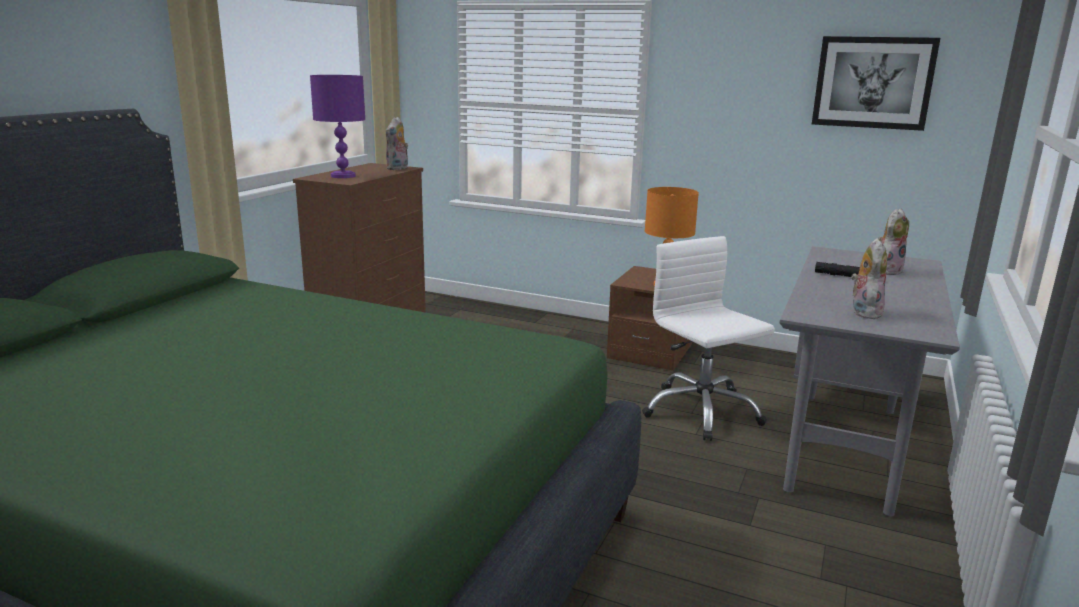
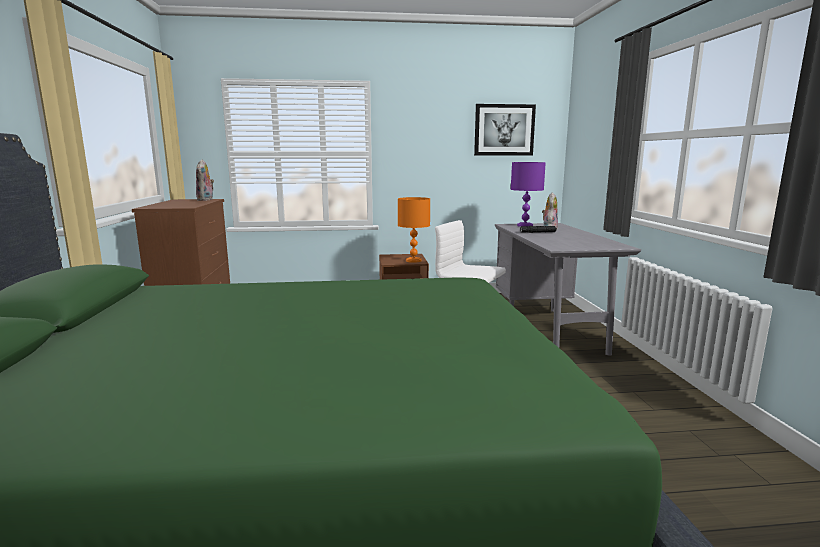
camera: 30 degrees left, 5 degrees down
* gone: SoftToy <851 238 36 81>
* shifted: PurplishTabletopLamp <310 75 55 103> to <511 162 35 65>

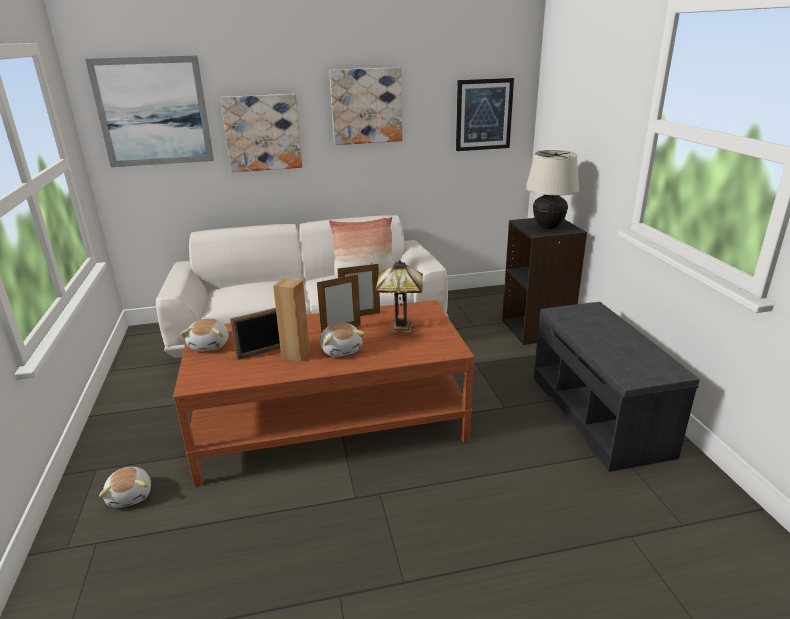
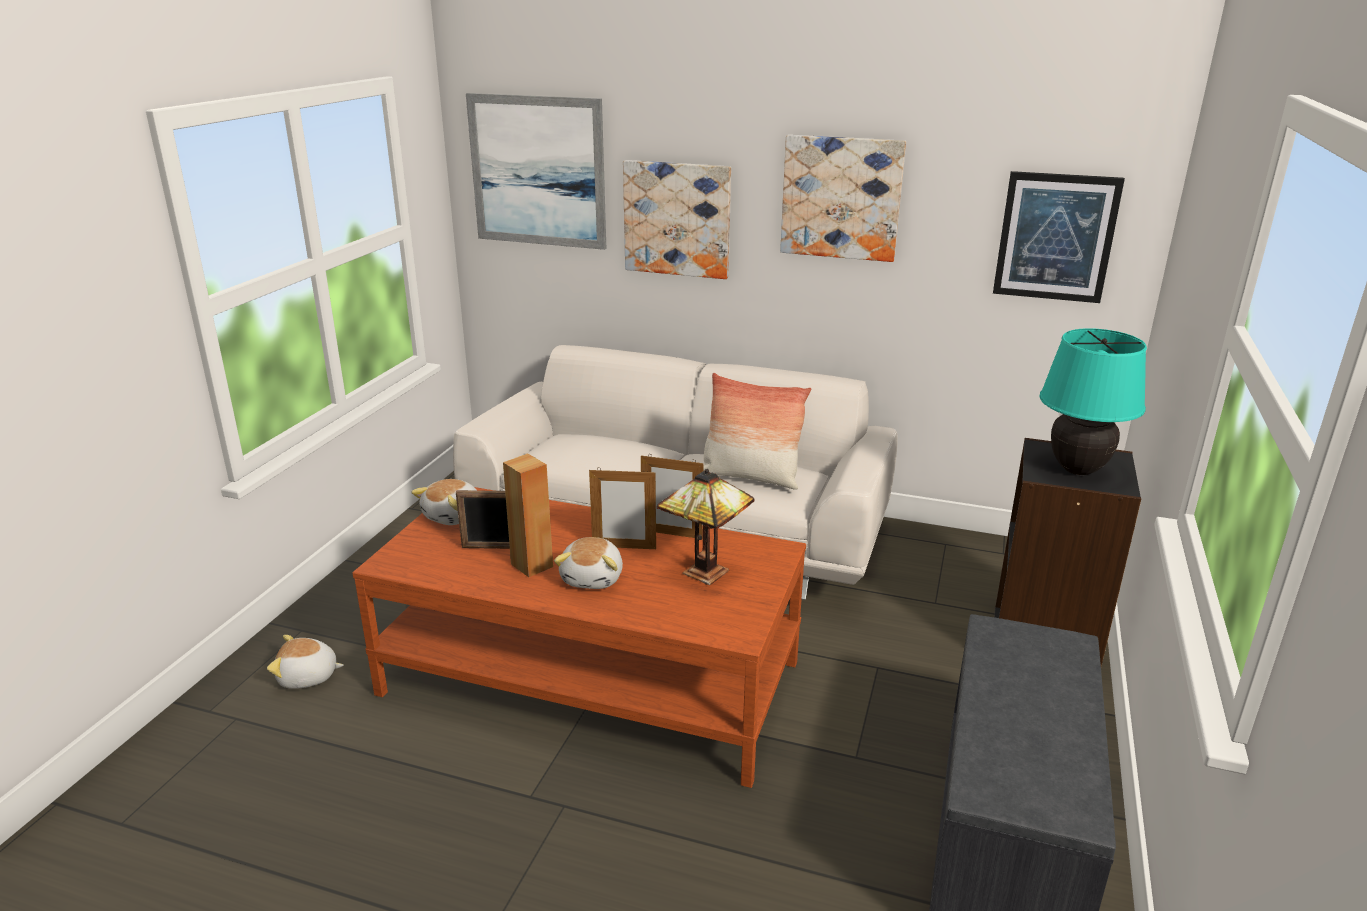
camera: 30 degrees right, 0 degrees up
* repainted: BeigeColouredTabletopLamp <525 150 55 79> to BlueGreenTabletopLamp <1040 328 107 147>
* rotated: SoftToy <99 467 52 41> = <267 635 77 54> 75 degrees clockwise

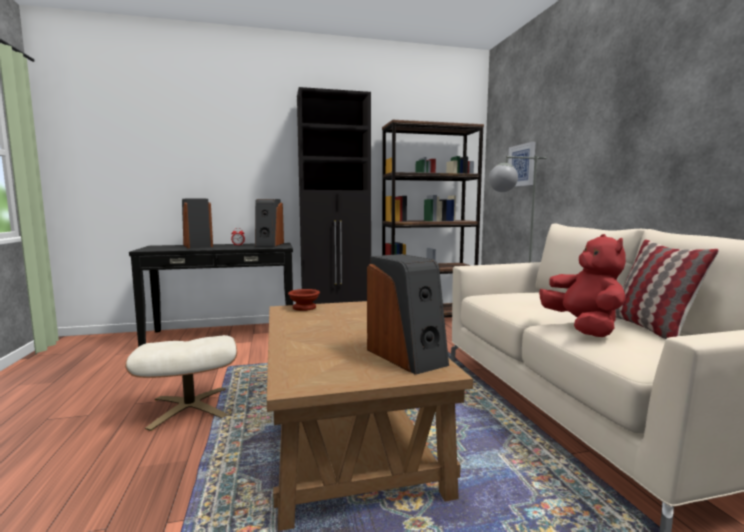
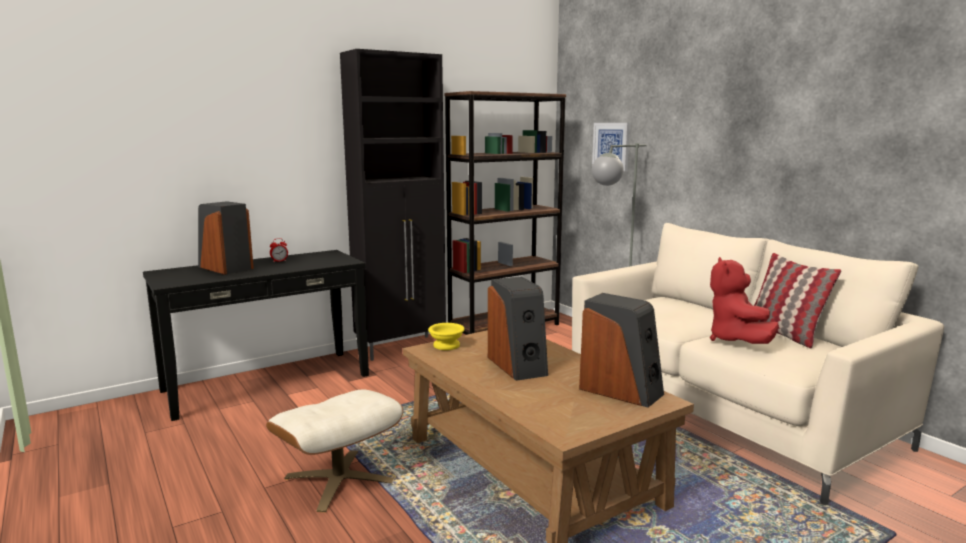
camera: 20 degrees left, 5 degrees up
* shifted: AudioSpeaker <255 199 29 48> to <488 277 60 104>
* repainted: BrownDeepDish <288 289 32 22> to YellowDeepDish <428 323 37 27>
* rotated: ReddishSoftToy <539 234 87 103> = <710 257 69 87> 150 degrees counterclockwise

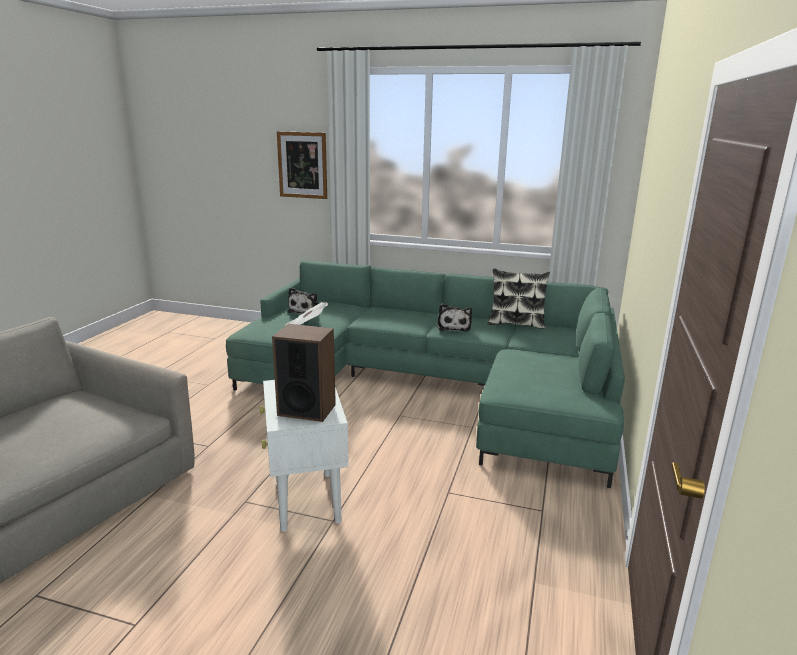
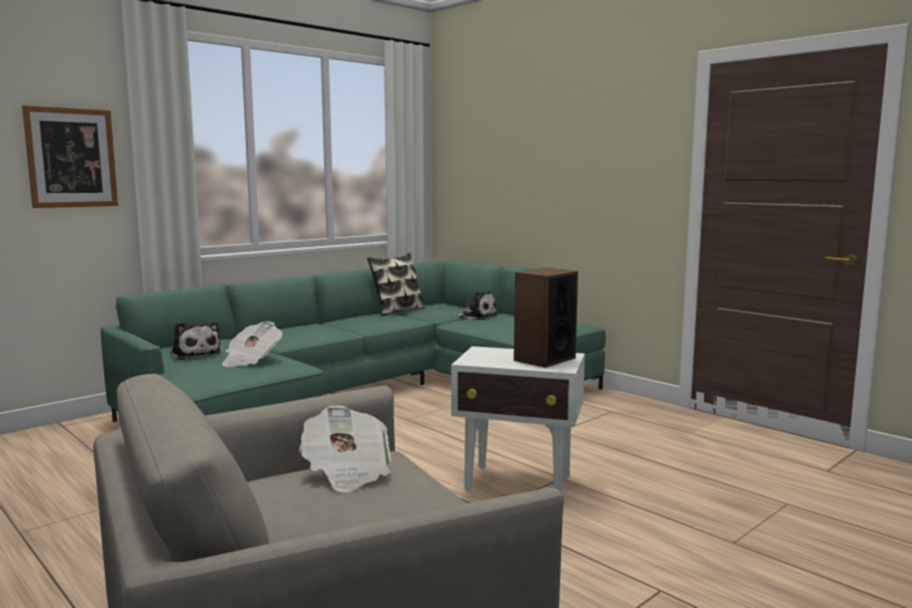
camera: 60 degrees left, 10 degrees down
* new: Newspaper <299 405 92 88>
* shifted: SoftToy <437 304 35 28> to <454 291 43 29>

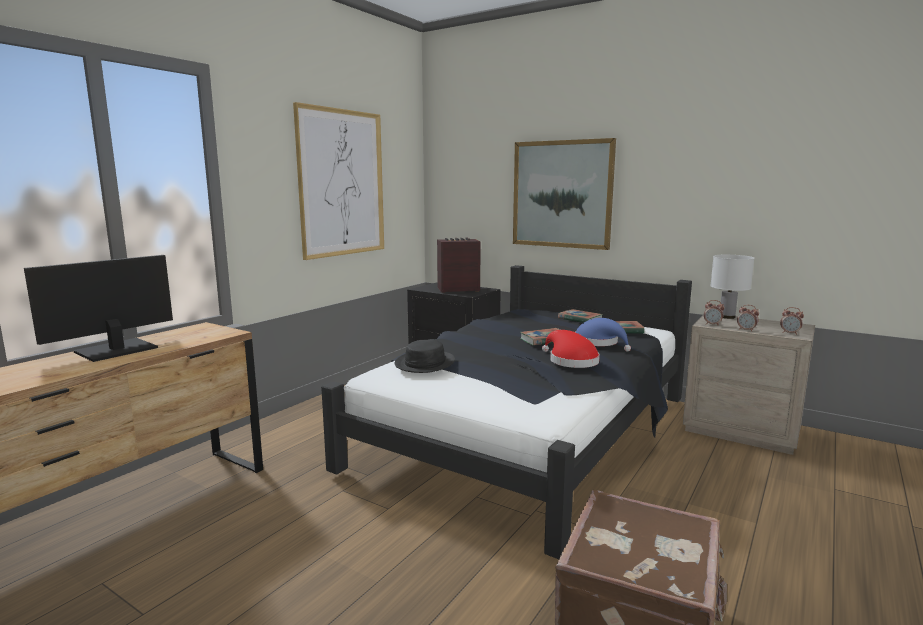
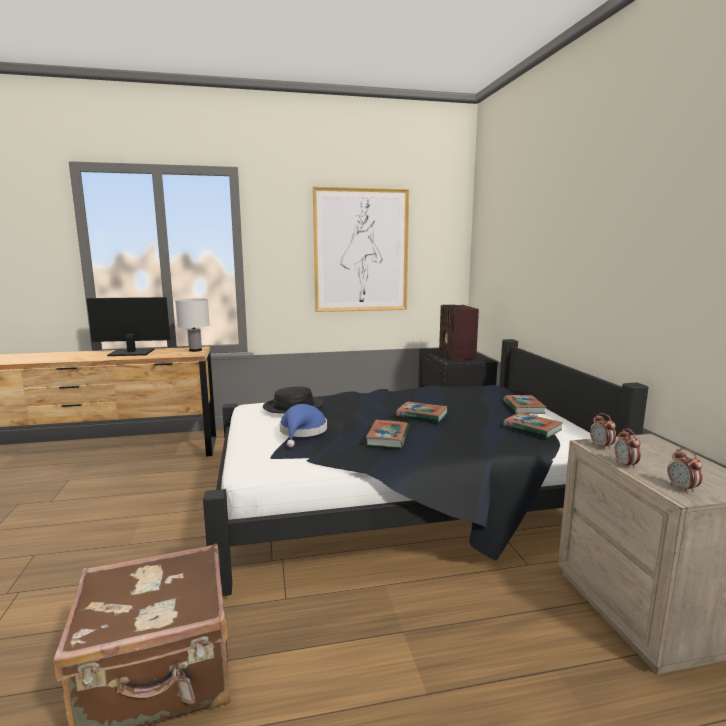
camera: 45 degrees right, 0 degrees up
* gone: WallArt <513 138 103 112>
* shifted: BlueColouredClothingHat <575 318 56 33> to <280 404 47 43>
* shifted: WhiteColouredTabletopLamp <710 255 45 64> to <175 298 35 54>
* swapped: ReddishClothingHat <542 330 58 38> to Book <366 420 43 28>
* rotated: RadioReceiver <437 238 44 55> = <439 305 40 55> 135 degrees counterclockwise

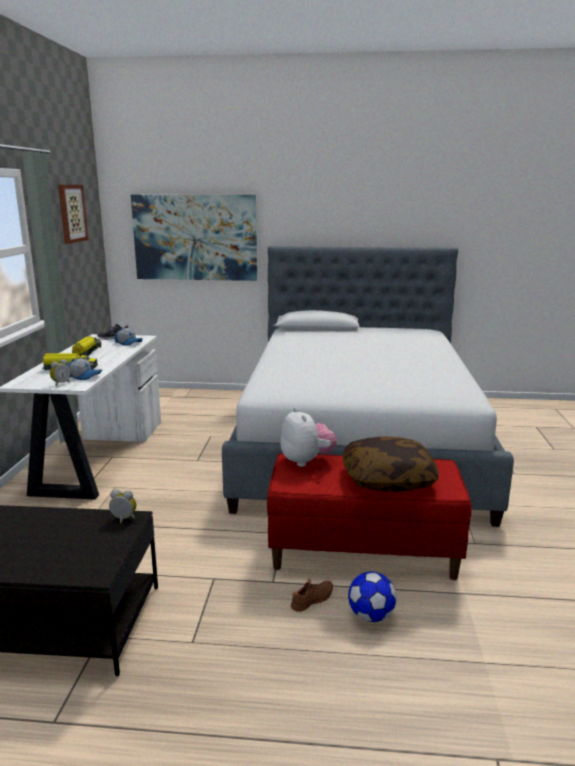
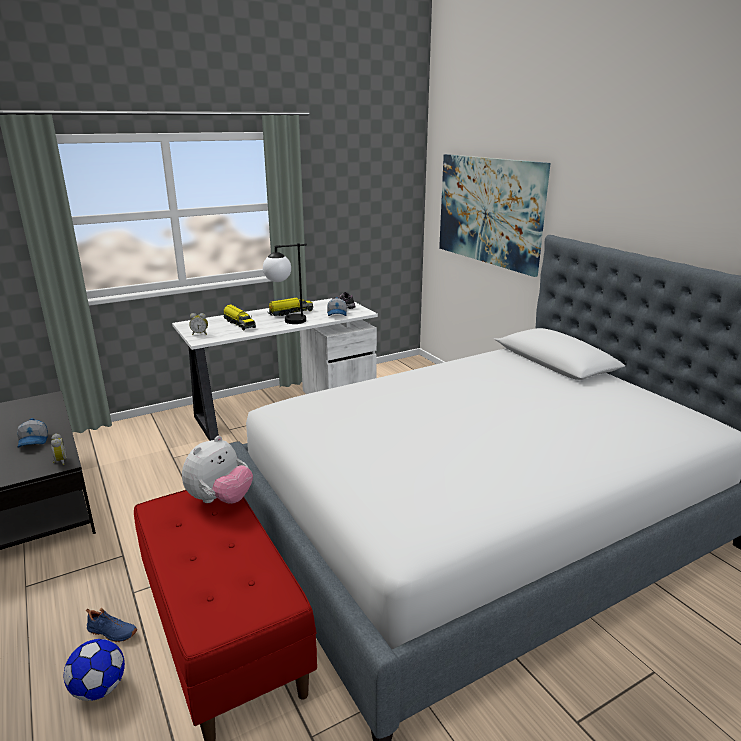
camera: 55 degrees right, 5 degrees up
* gone: WallArt <58 185 31 59>
* gone: Pillow <343 436 96 56>
* new: TabletopLamp <263 243 44 81>
* shifted: Cap <67 358 35 22> to <17 418 31 30>
* repainted: BrownItemOfFootwear <291 579 42 33> to BlueColouredItemOfFootwear <86 608 51 34>

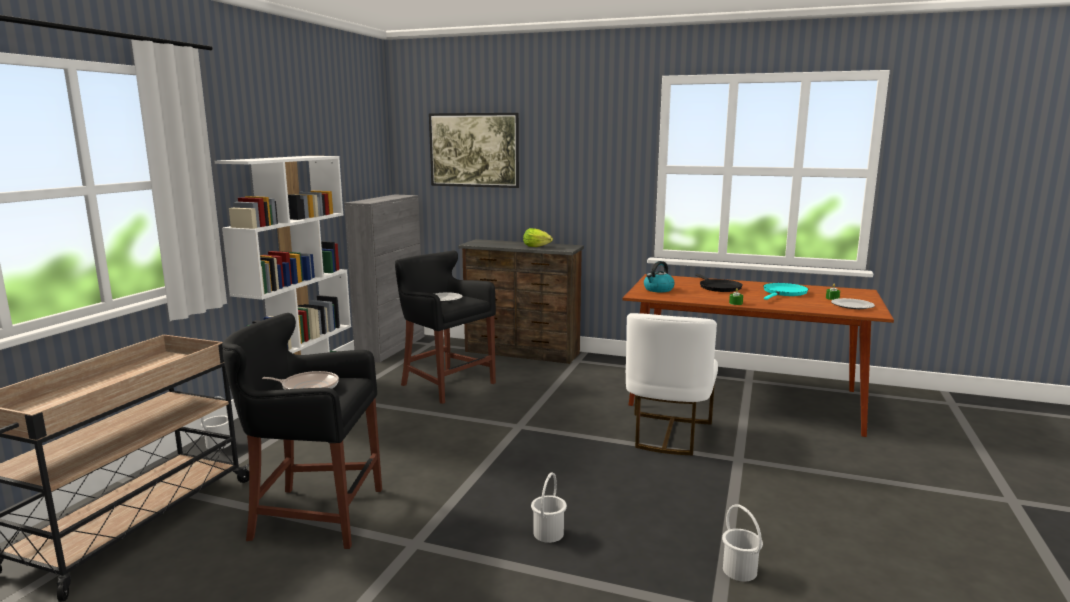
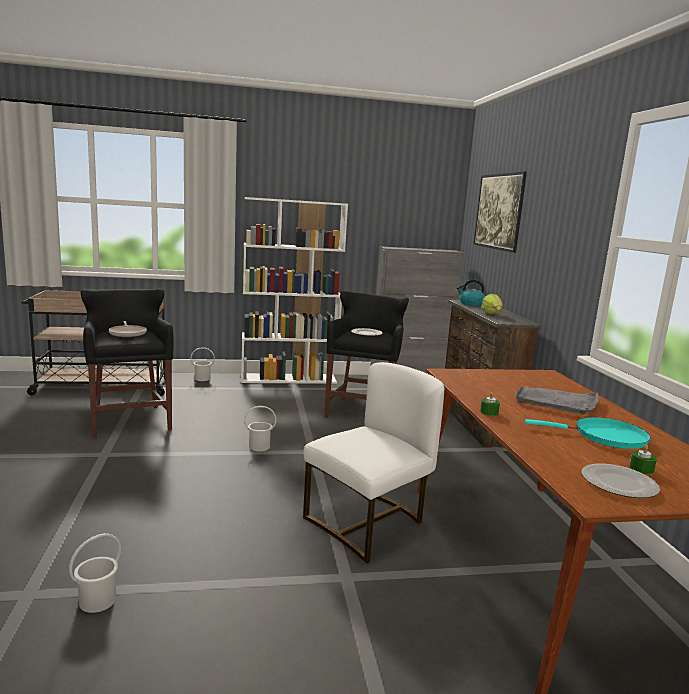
camera: 60 degrees right, 0 degrees up
* shifted: WhiteColouredPail <531 473 36 70> to <244 406 32 45>
* shifted: WaterKettle <644 261 31 31> to <457 280 28 26>
* swapped: BlackColouredSkillet <695 274 48 18> to GreyishTray <514 386 84 29>
* rotated: WhiteColouredChair <626 313 92 142> = <303 362 141 201> 150 degrees clockwise

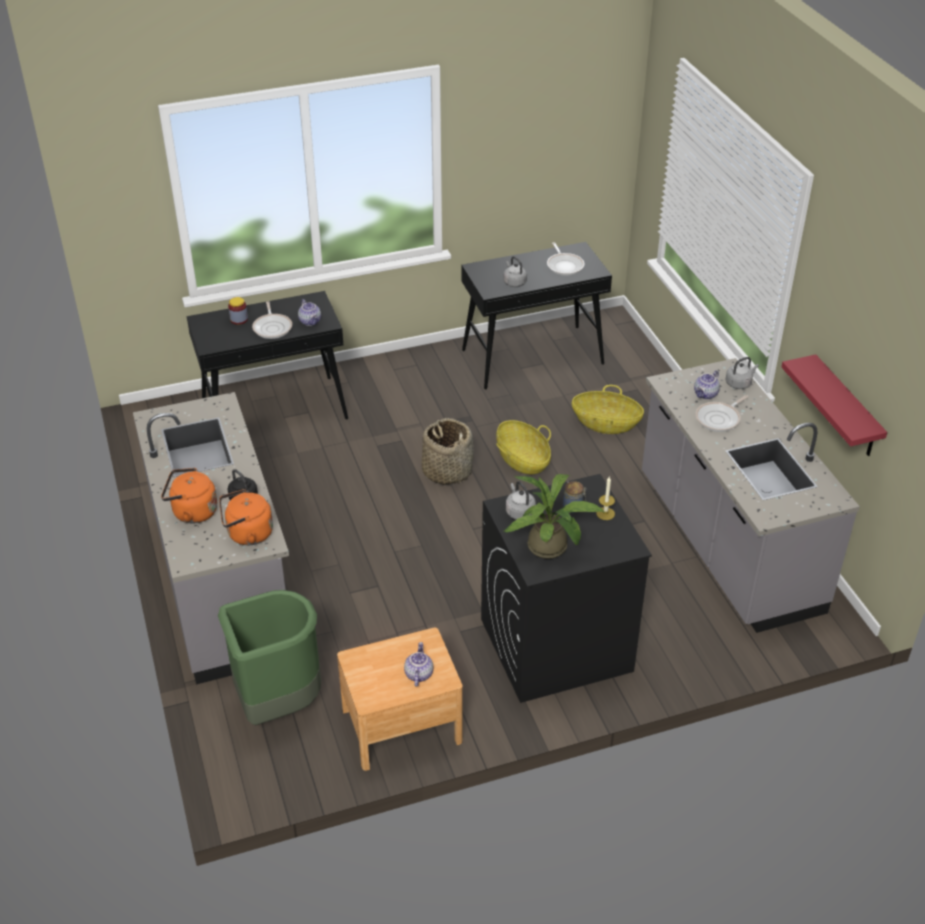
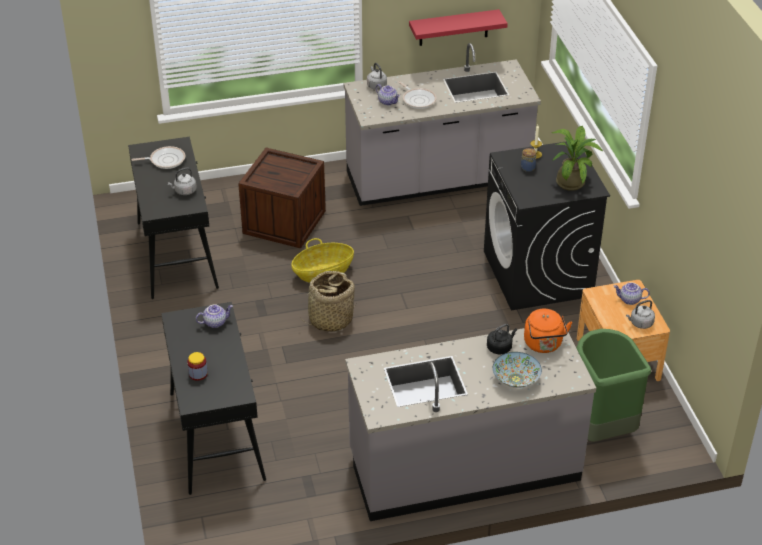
camera: 85 degrees left, 0 degrees up
* gone: Skillet <252 301 40 38>
* shifted: GreyishWaterKettle <506 481 30 38> to <626 300 29 29>
* swapped: OrangeWaterKettle <161 468 56 55> to DeepDish <493 352 49 36>
* swapped: Basket <572 385 72 49> to PackingCrate <238 148 88 100>

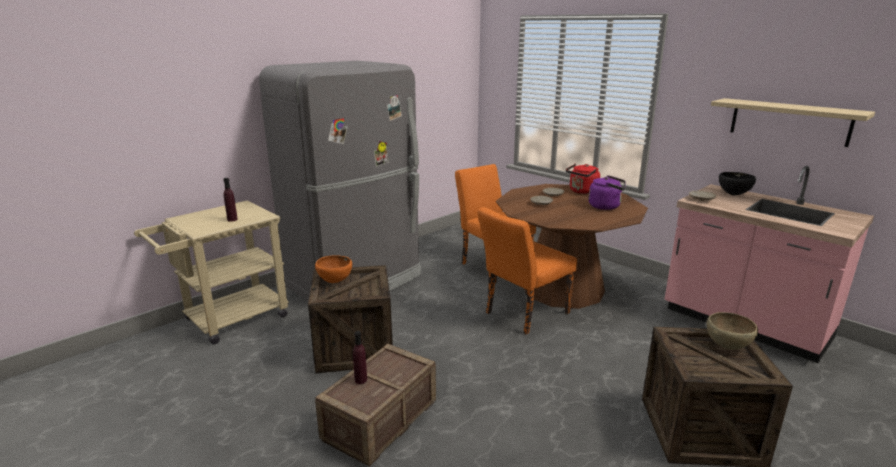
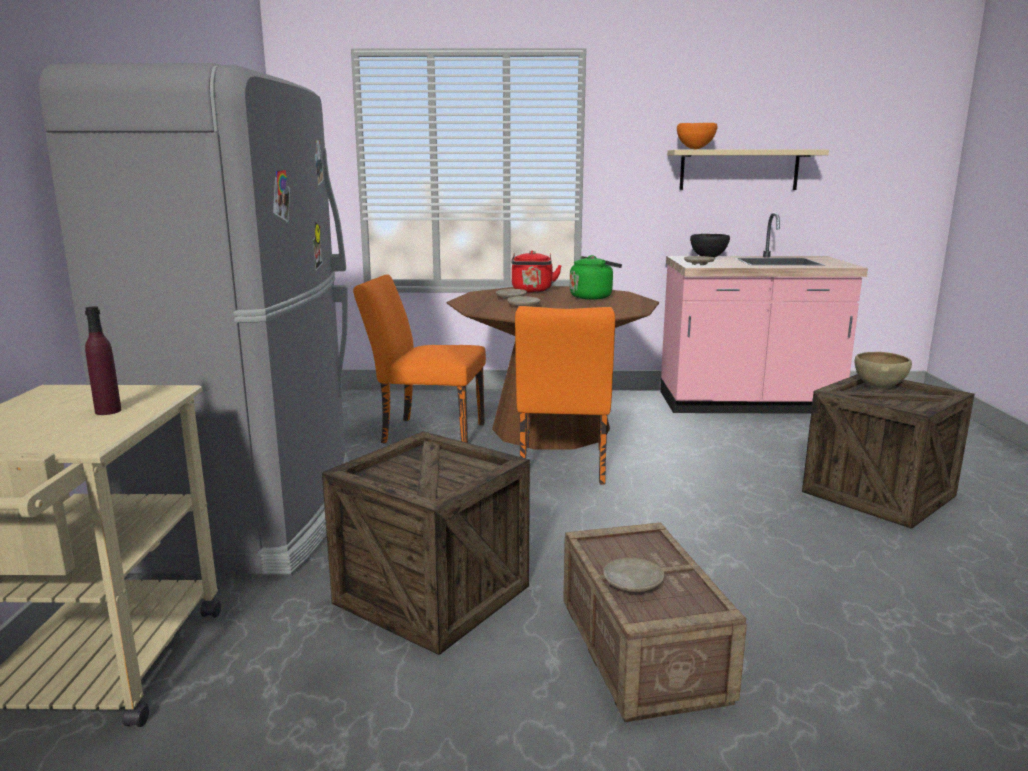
camera: 45 degrees left, 5 degrees down
* shifted: OrangeDeepDish <315 255 37 28> to <677 123 40 27>
* swapped: PurplishDrinkBottle <353 331 14 53> to BeigeColouredDinnerPlate <603 558 61 34>
* repainted: PurplishWaterKettle <589 175 37 35> to GreenWaterKettle <570 255 52 45>

